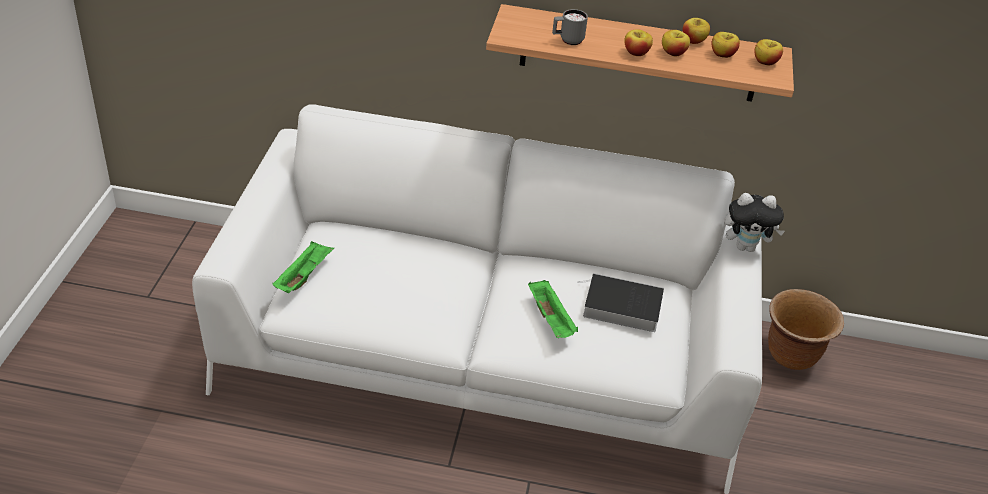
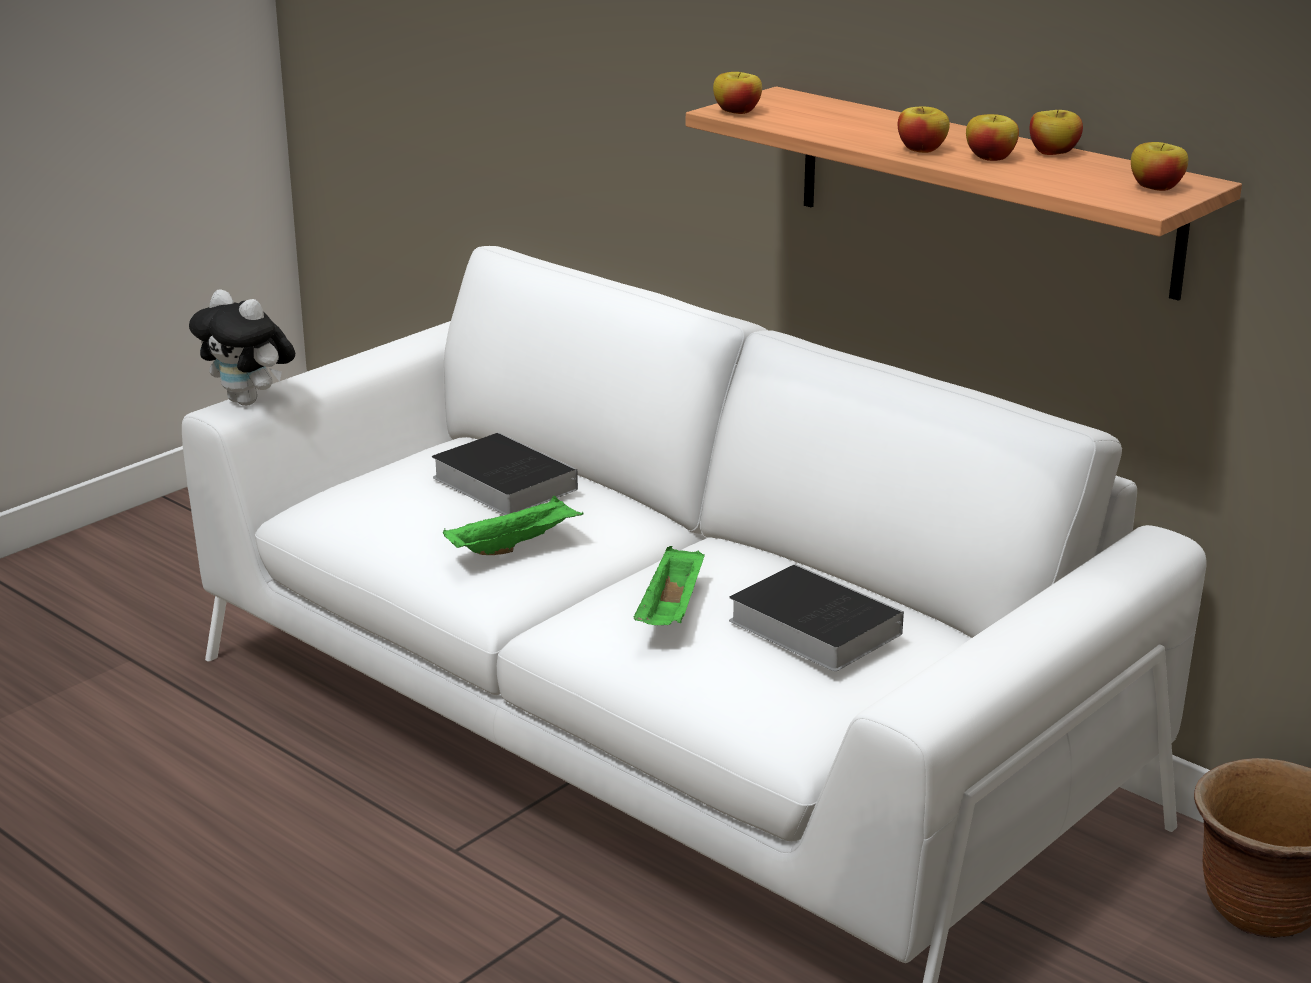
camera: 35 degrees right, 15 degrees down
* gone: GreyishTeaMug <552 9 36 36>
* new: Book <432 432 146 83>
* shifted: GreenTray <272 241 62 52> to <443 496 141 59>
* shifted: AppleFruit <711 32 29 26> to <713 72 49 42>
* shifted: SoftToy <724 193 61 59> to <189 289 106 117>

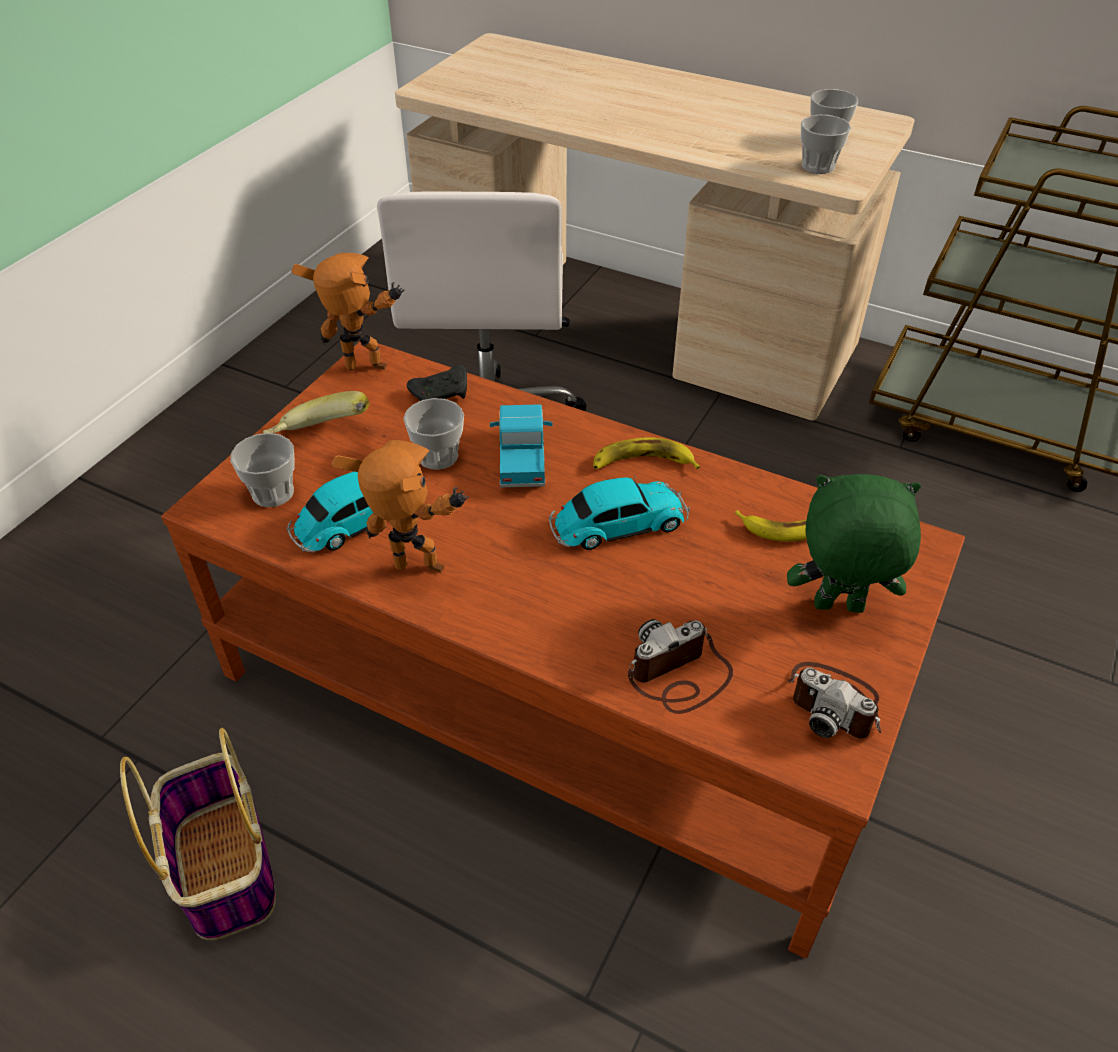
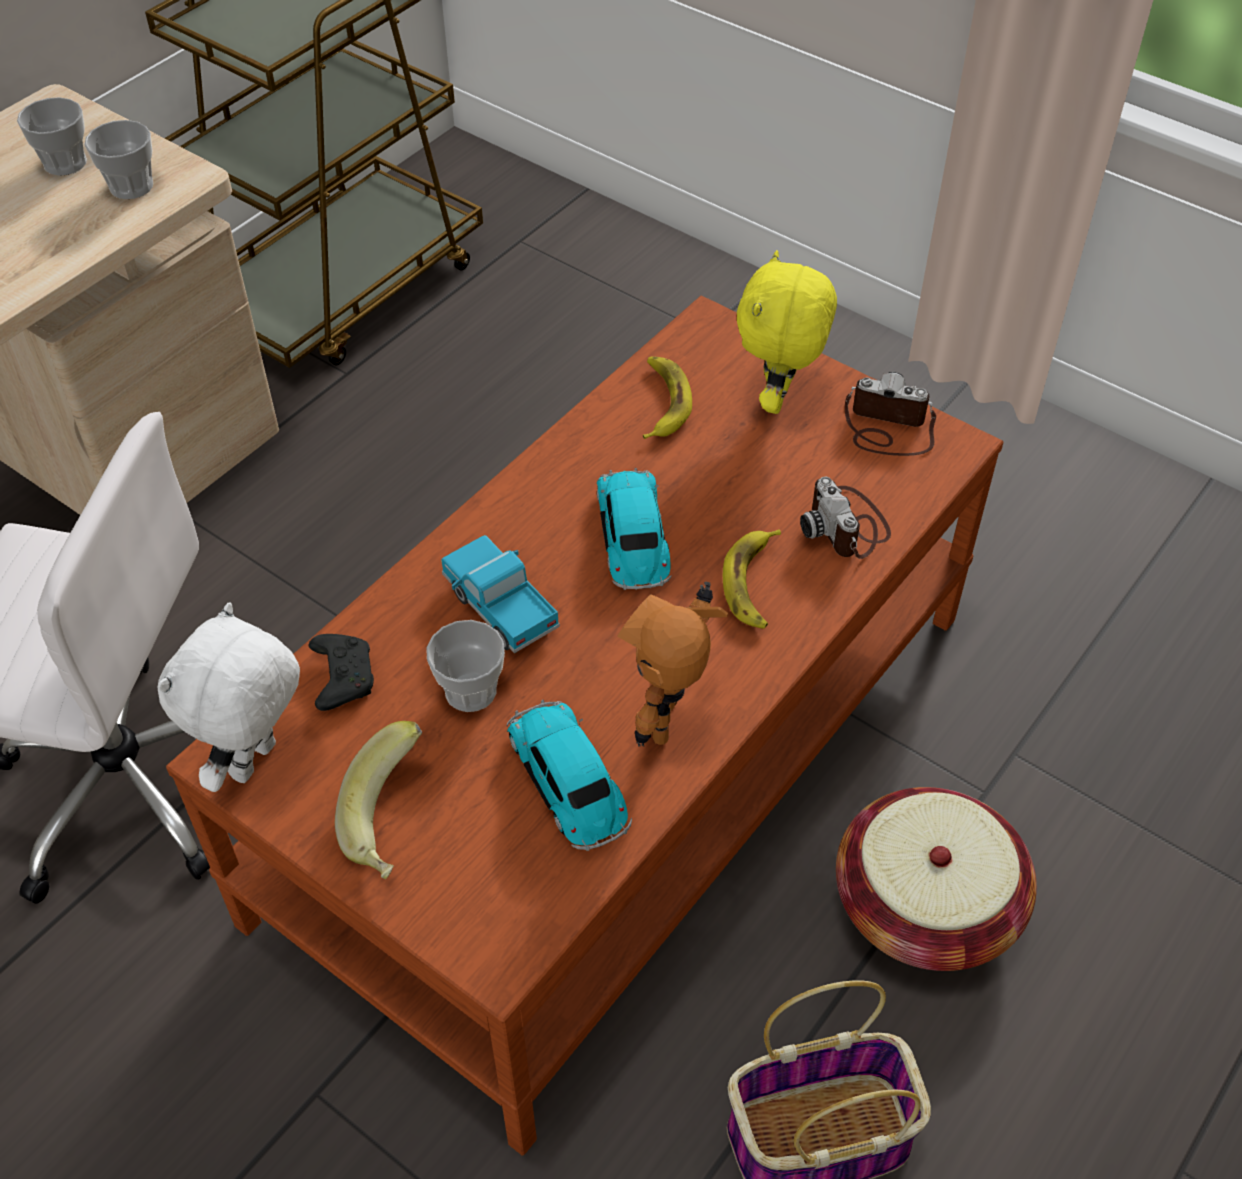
camera: 80 degrees left, 5 degrees up
* gone: SmallCup <230 433 65 74>
* new: Basket <836 787 201 184>
* shifted: Banana <593 437 107 32> to <723 529 58 100>
* swapped: RobotFigure <291 253 113 117> to WhiteColouredSoftToy <157 603 143 189>
* repainted: GreenSoftToy <787 474 134 139> to YellowSoftToy <737 250 100 164>
* rotated: ToyLorry <490 404 63 83> = <441 535 119 118> 45 degrees clockwise
* rotated: StillCamera <787 662 94 76> = <845 372 91 84> 120 degrees counterclockwise

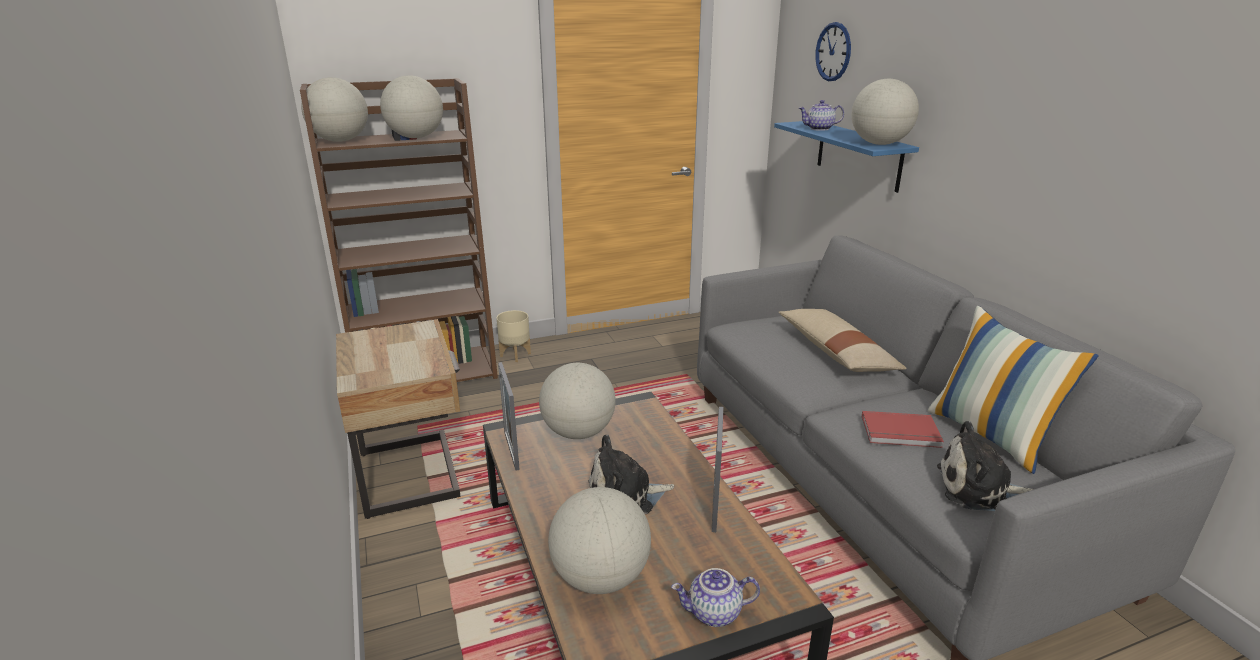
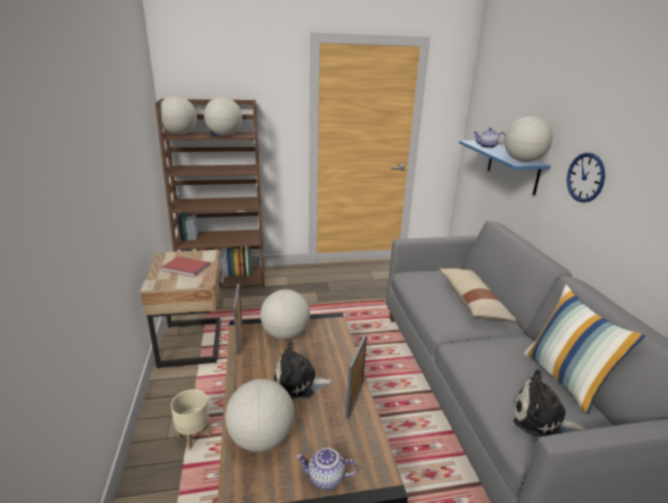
camera: 10 degrees right, 0 degrees up
* shifted: BeigeColouredPlanter <497 310 34 52> to <171 389 40 60>
* shifted: WallClock <815 22 36 59> to <567 153 38 50>
* shifted: ReddishBook <862 411 82 37> to <162 256 48 21>

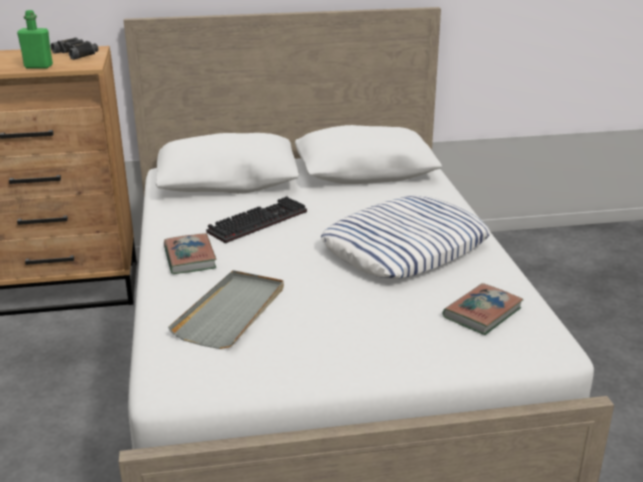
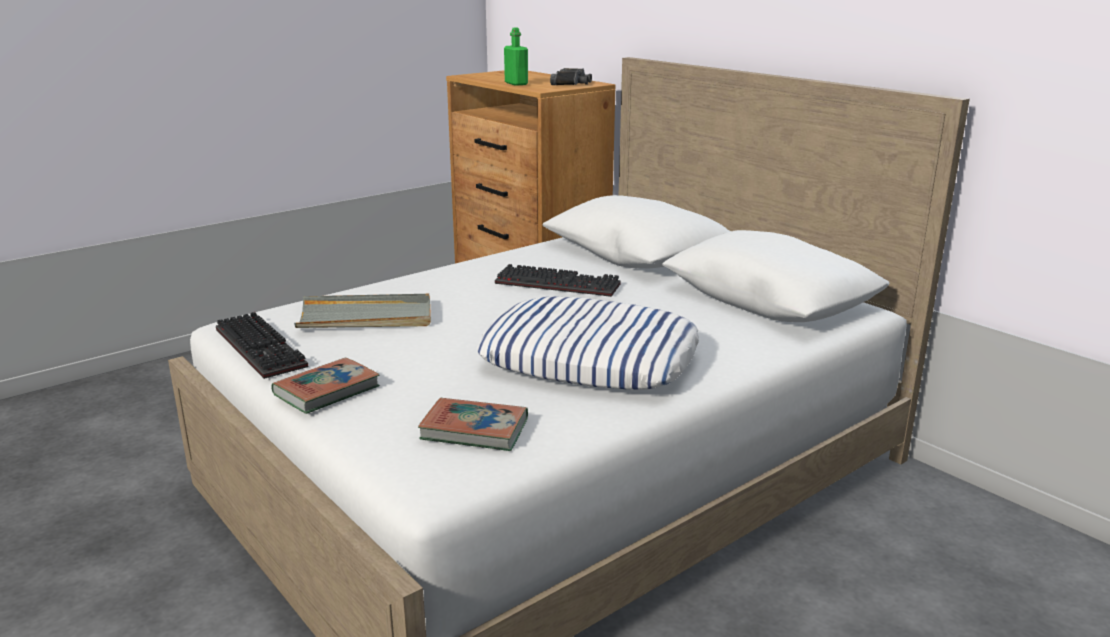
camera: 60 degrees right, 5 degrees down
* new: Keyboard <216 312 93 67>
* shifted: Book <164 233 53 41> to <272 358 108 56>

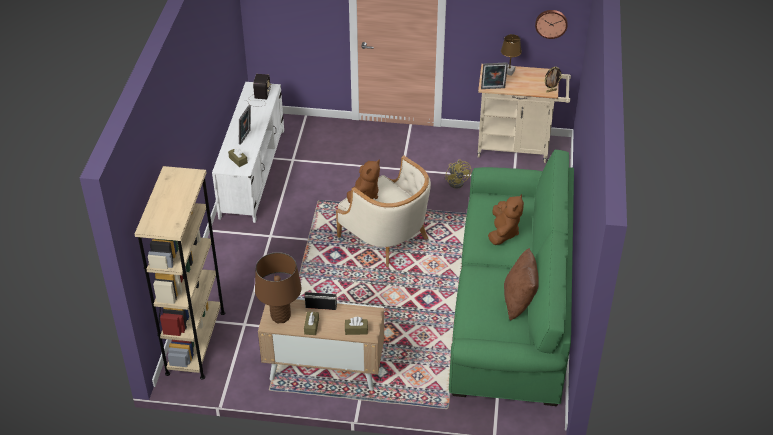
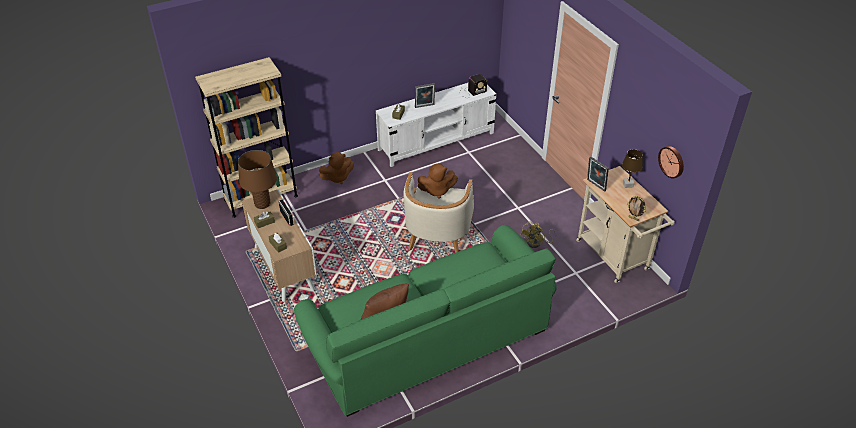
camera: 55 degrees right, 0 degrees up
* shifted: BrownSoftToy <488 194 36 51> to <319 152 35 32>

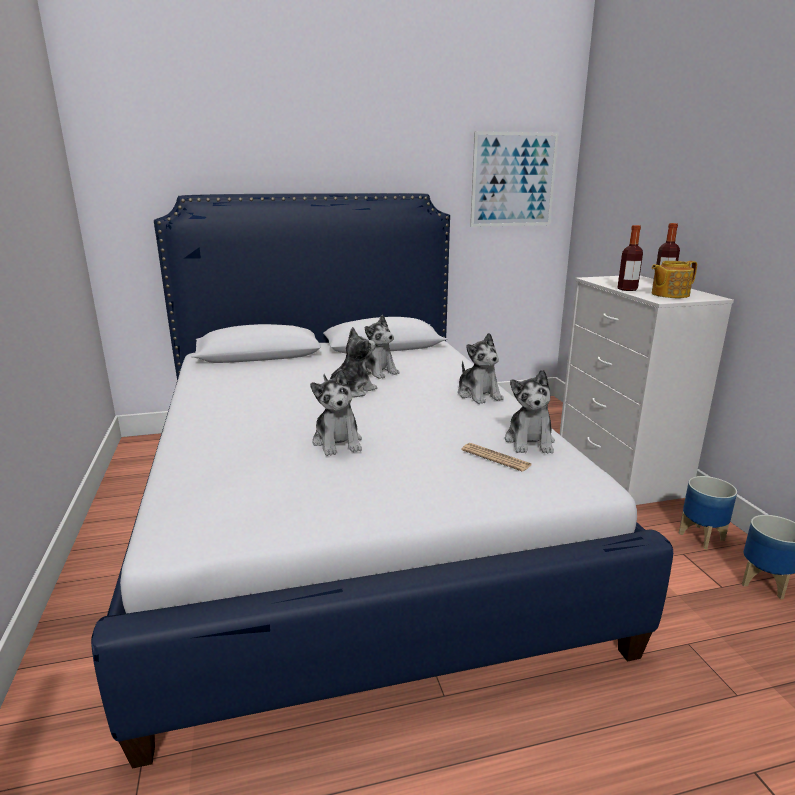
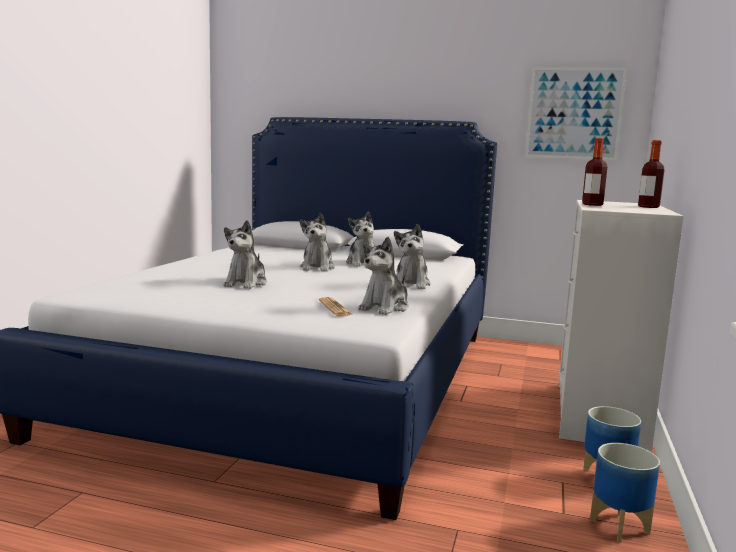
camera: 30 degrees right, 10 degrees down
* gone: TeaPot <652 261 45 37>
* rotated: SoftToy <324 327 53 71> = <300 213 35 59> 105 degrees clockwise

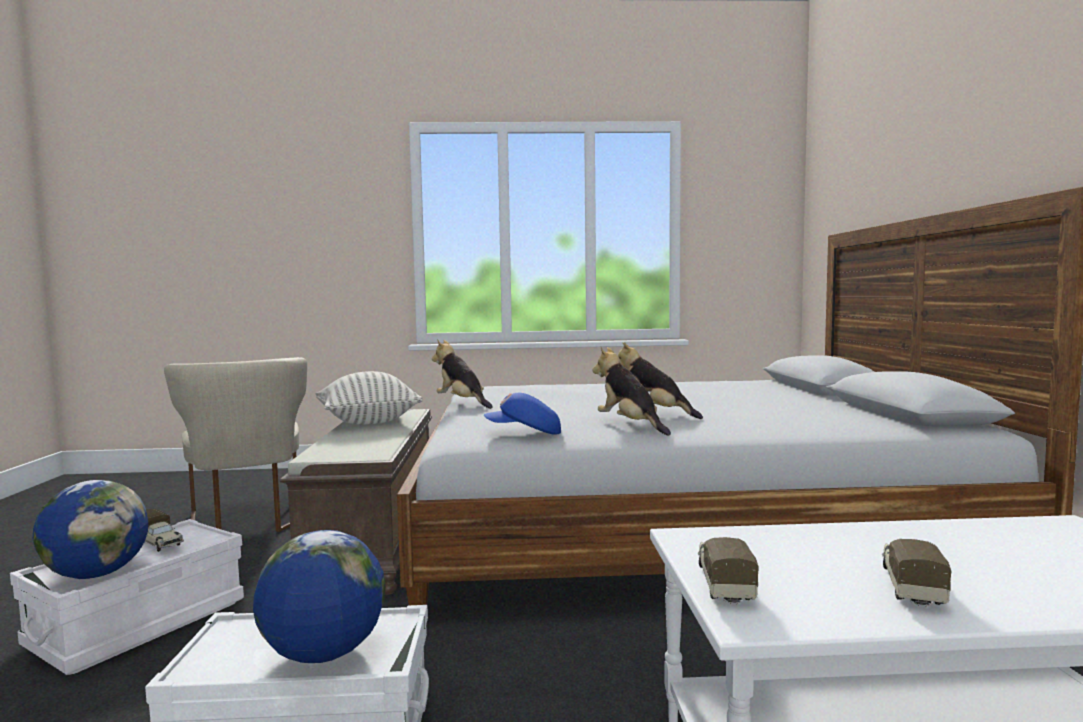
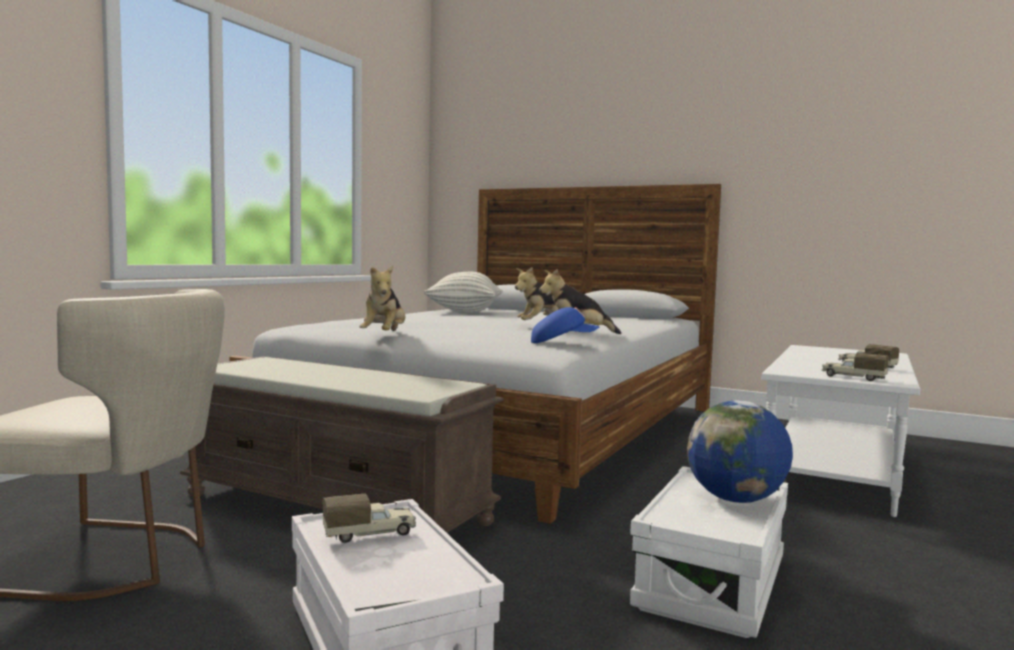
camera: 60 degrees left, 0 degrees up
* gone: Globe <33 480 115 99>
* shifted: Pillow <316 371 107 54> to <424 272 79 40>
* rotated: SoftToy <432 339 60 70> = <360 266 45 65> 75 degrees counterclockwise
* rotated: BlueColouredCap <484 393 77 42> = <531 307 68 36> 120 degrees counterclockwise

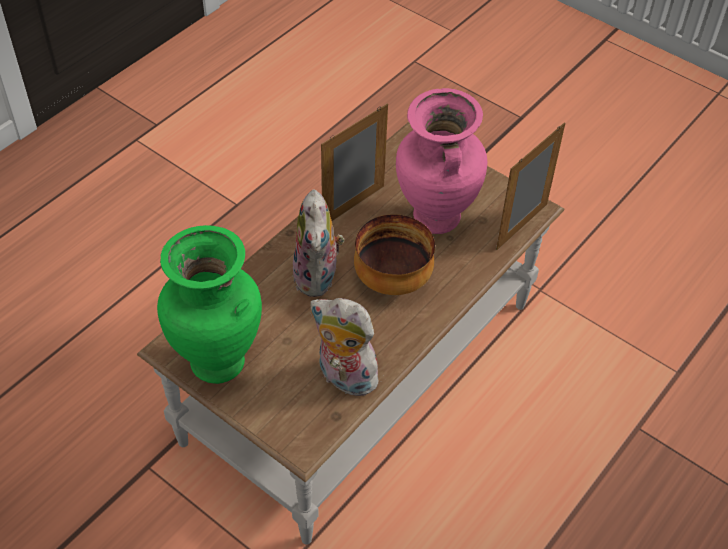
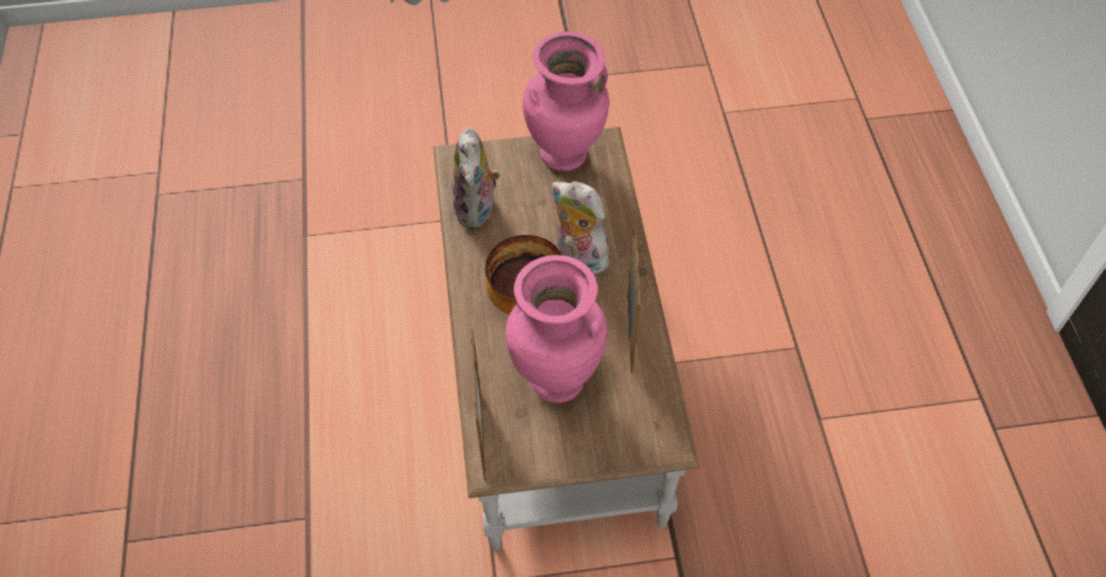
camera: 135 degrees right, 5 degrees up
* repainted: GreenDecorativeVase <157 225 105 159> to PinkishDecorativeVase <523 31 86 140>
* rotated: SoftToy <310 298 71 98> = <453 127 47 101> 105 degrees clockwise

